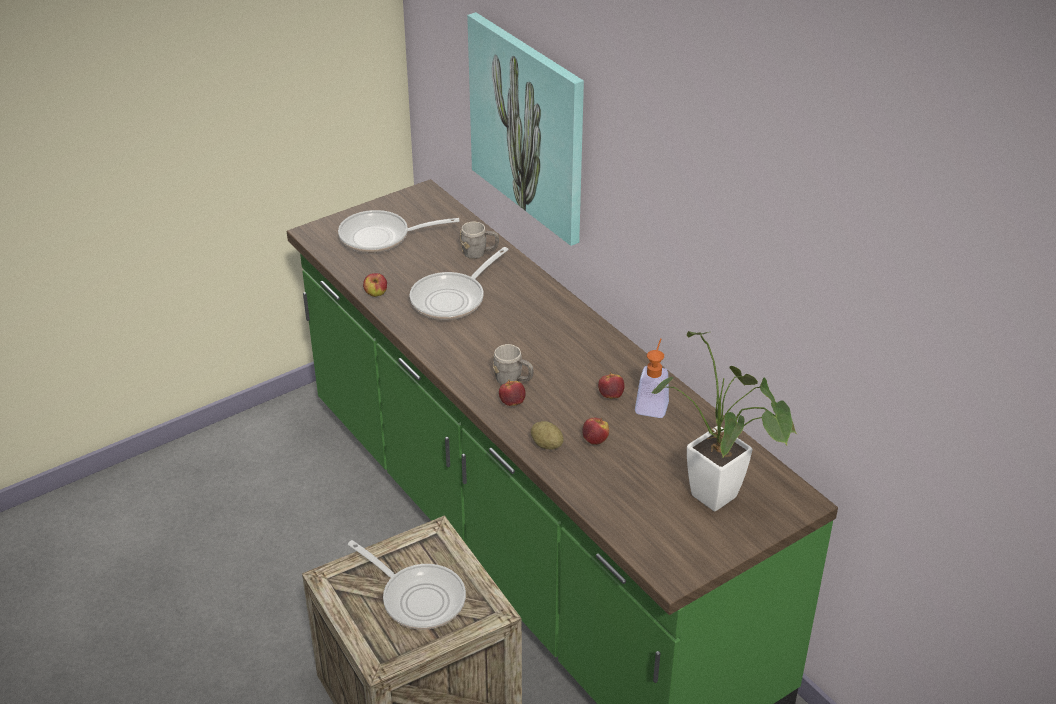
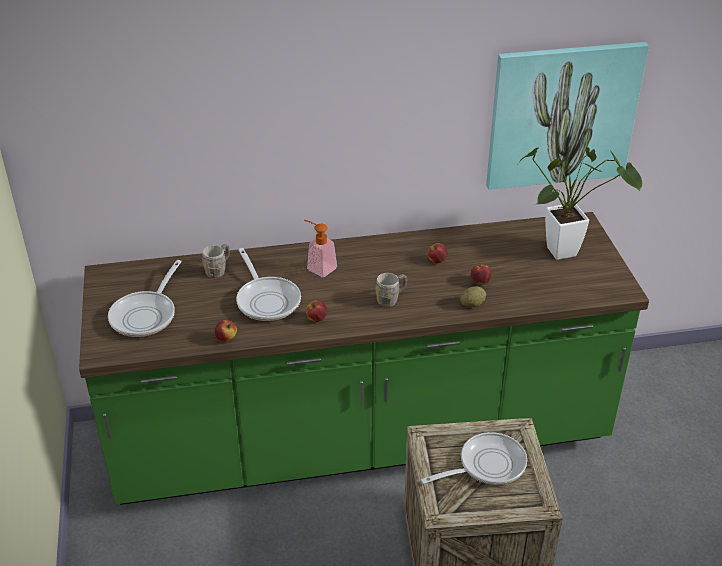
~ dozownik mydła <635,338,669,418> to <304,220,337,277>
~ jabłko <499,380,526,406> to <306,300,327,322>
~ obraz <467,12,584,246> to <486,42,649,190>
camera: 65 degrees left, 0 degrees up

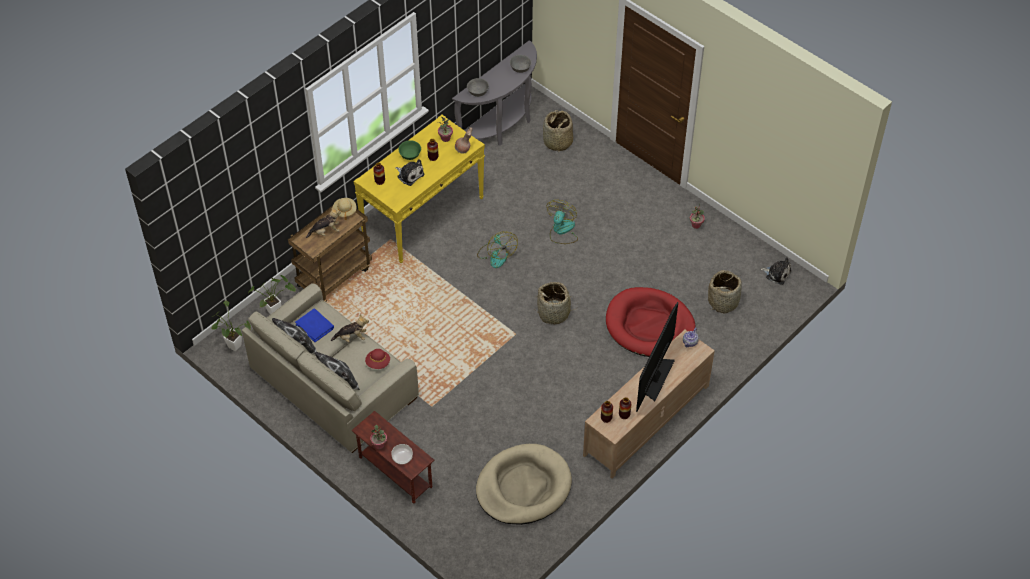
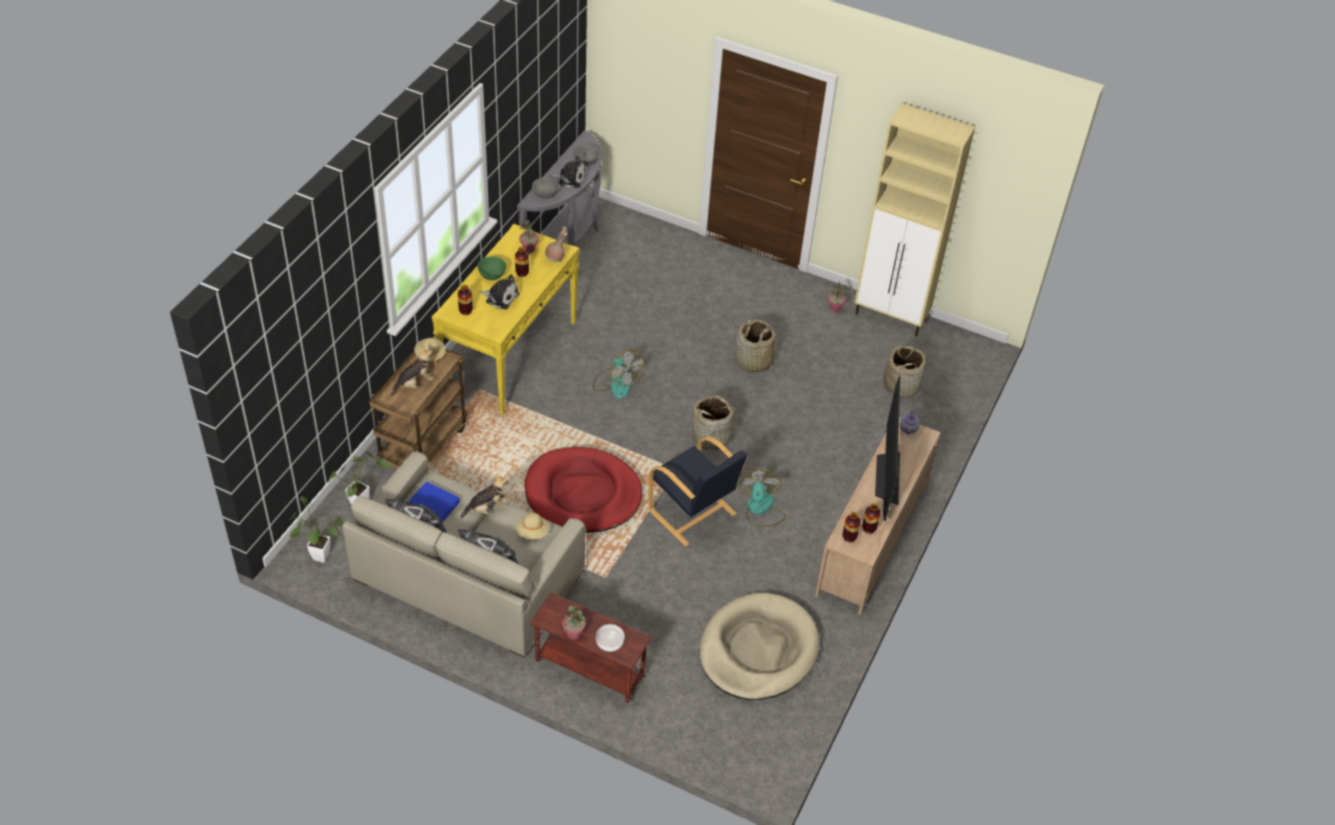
~ kapelusz/czerwony <365,349,390,369> to kapelusz/beżowy <516,513,549,539>
~ legowisko/czerwony <606,287,695,357> to <525,447,643,533>
~ pluszak <760,257,791,285> to <549,156,586,188>
+ fotel/czarny <648,437,747,546>
~ koszyk <543,110,573,152> to <735,319,775,373>
~ wentylator <546,200,578,244> to <737,468,786,527>
+ szafka/beżowy <855,103,975,336>
camera: 20 degrees left, 5 degrees down

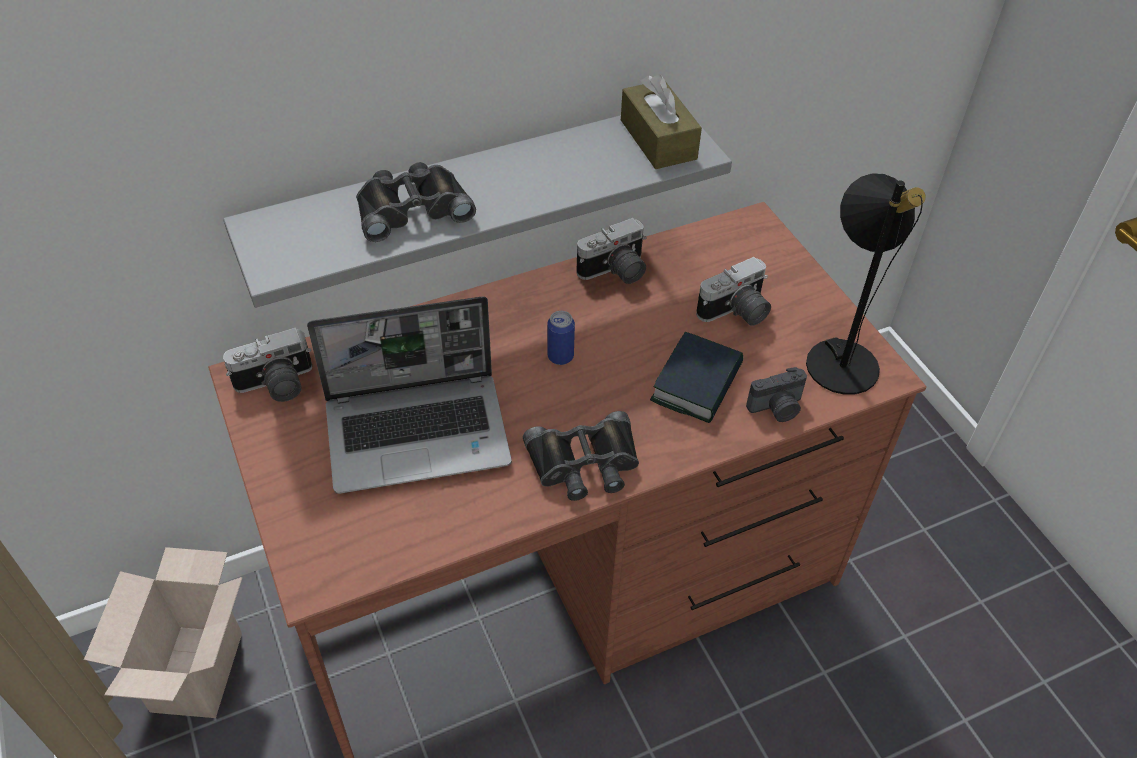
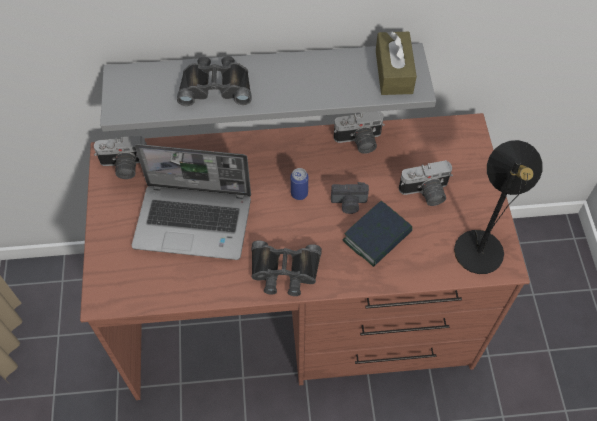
~ aparat fotograficzny <746,367,807,422> to <331,182,369,214>
- karton <84,547,242,718>
camera: 20 degrees right, 10 degrees up

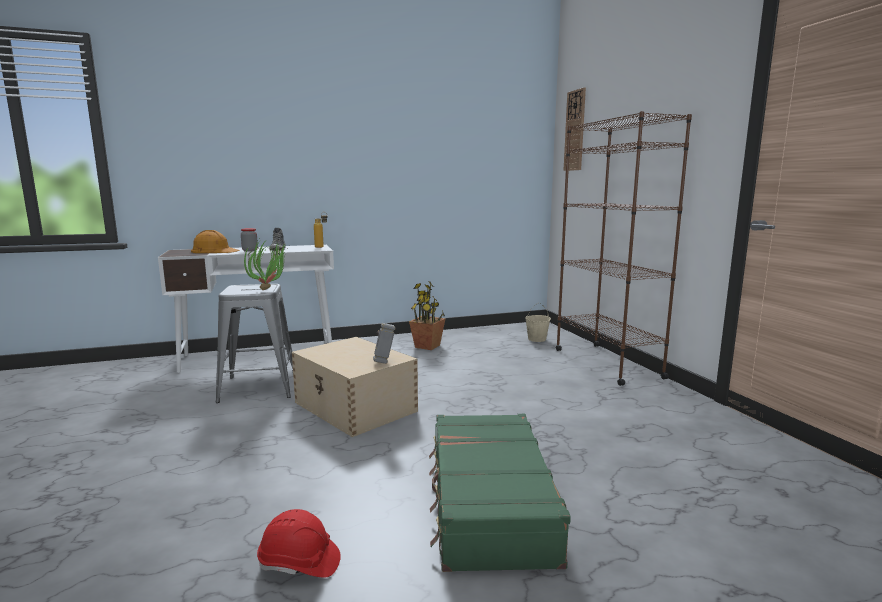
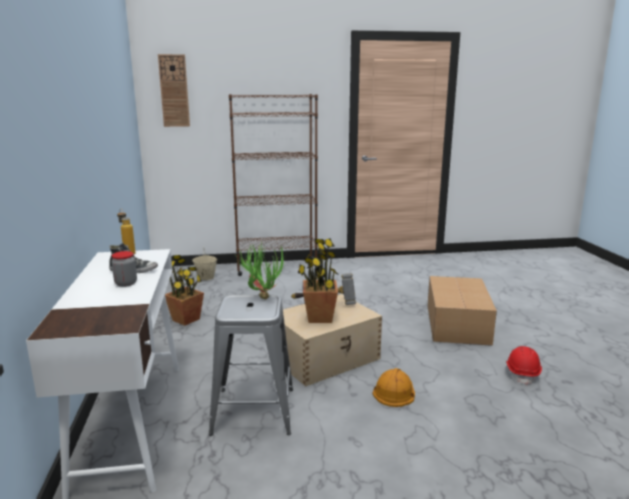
+ roślina doniczkowa <298,238,338,323>
~ kask/pomarańczowy <191,230,240,253> to <372,368,415,407>
~ walizka/zielony <429,414,571,572> to karton <427,276,497,346>
camera: 80 degrees left, 5 degrees up

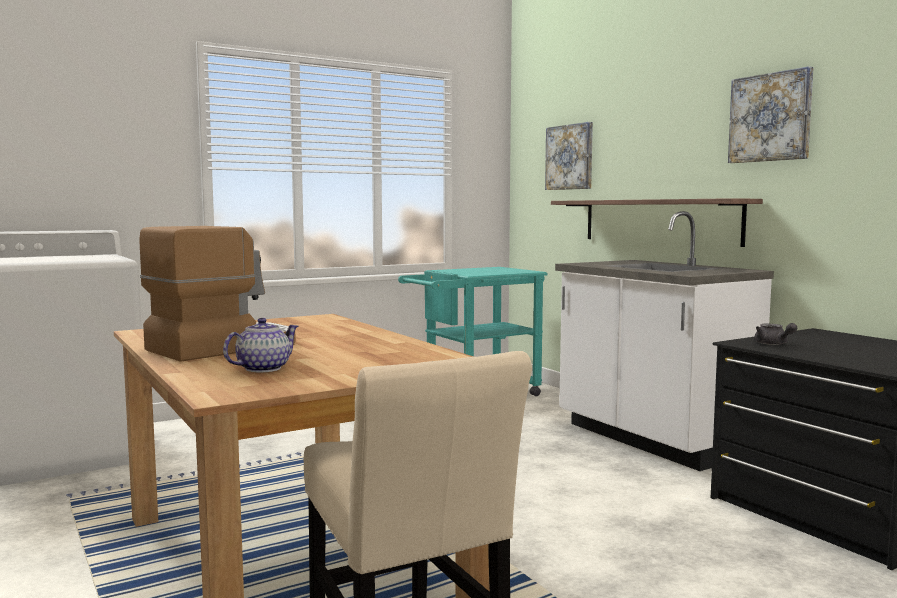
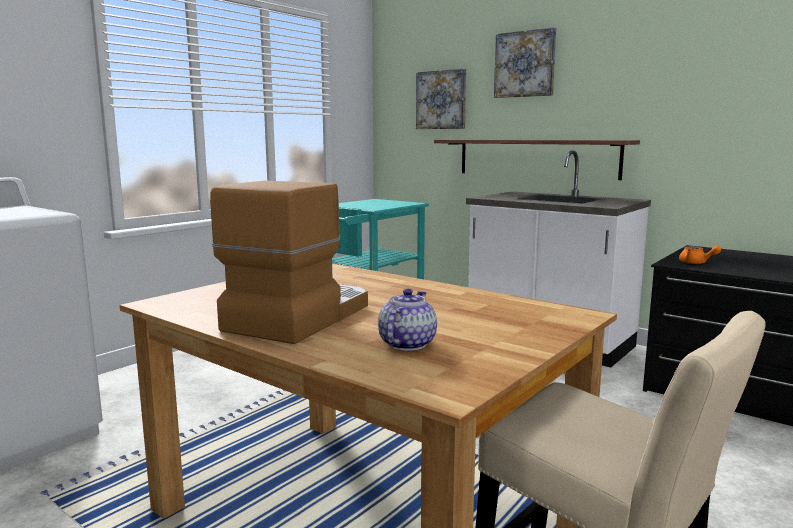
~ obraz <728,66,814,163> to <494,27,556,98>
~ imbryk/szary <754,323,797,345> to imbryk/pomarańczowy <679,246,721,264>
camera: 20 degrees left, 5 degrees up

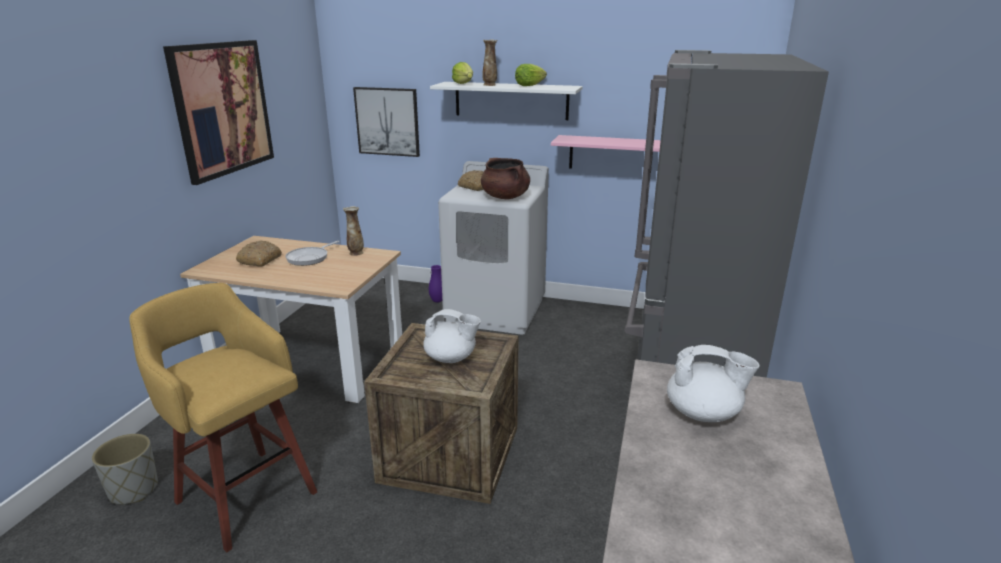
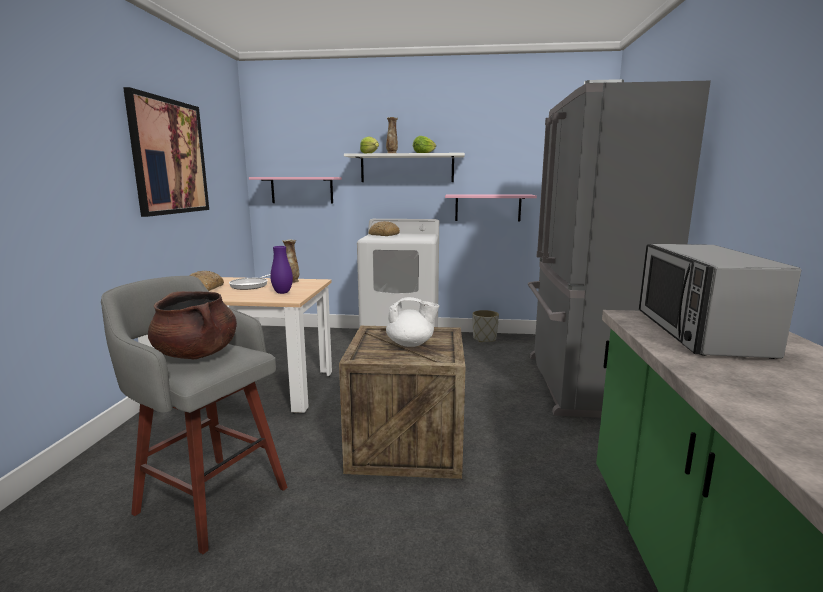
~ stołek/żółty <129,283,317,552> to stołek/szary <101,276,288,554>
~ garnek/brązowy <481,158,530,200> to <148,291,237,360>
~ obraz <353,87,420,157> to półka/różowy <249,177,342,203>
~ wazon/fioletowy <429,265,442,302> to <270,246,293,294>
~ donica/szary <92,434,158,504> to <473,310,499,342>
~ imbryk/biały <667,345,759,422> to mikrofalówka <639,244,801,359>
camera: 10 degrees left, 10 degrees down

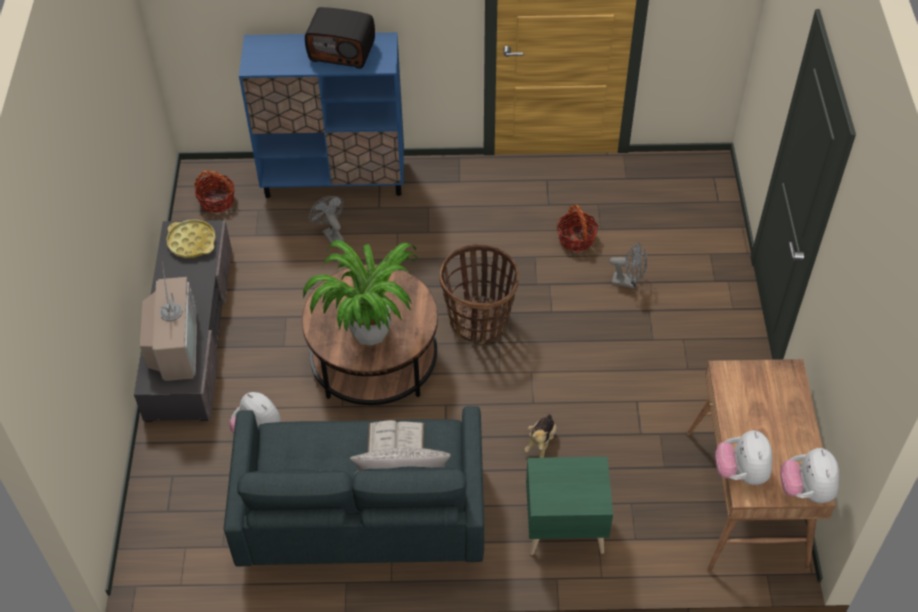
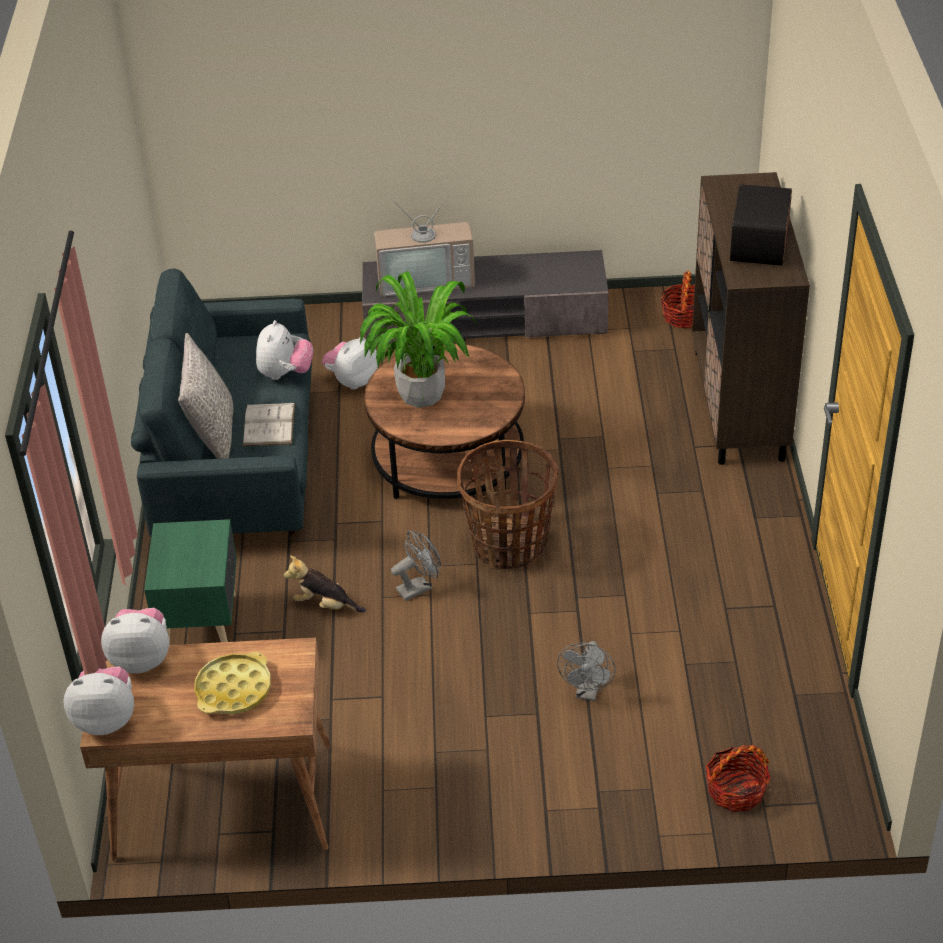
~ taca/żółty <166,219,216,258> to <194,652,271,714>
+ pluszak <256,320,313,380>
~ wentylator/szary <308,196,344,243> to <391,530,441,601>
~ szafka/niebieski <239,32,404,198> to szafka/brązowy <692,172,810,465>
~ koszyk <557,205,598,252> to <706,745,771,812>
camera: 90 degrees right, 10 degrees down

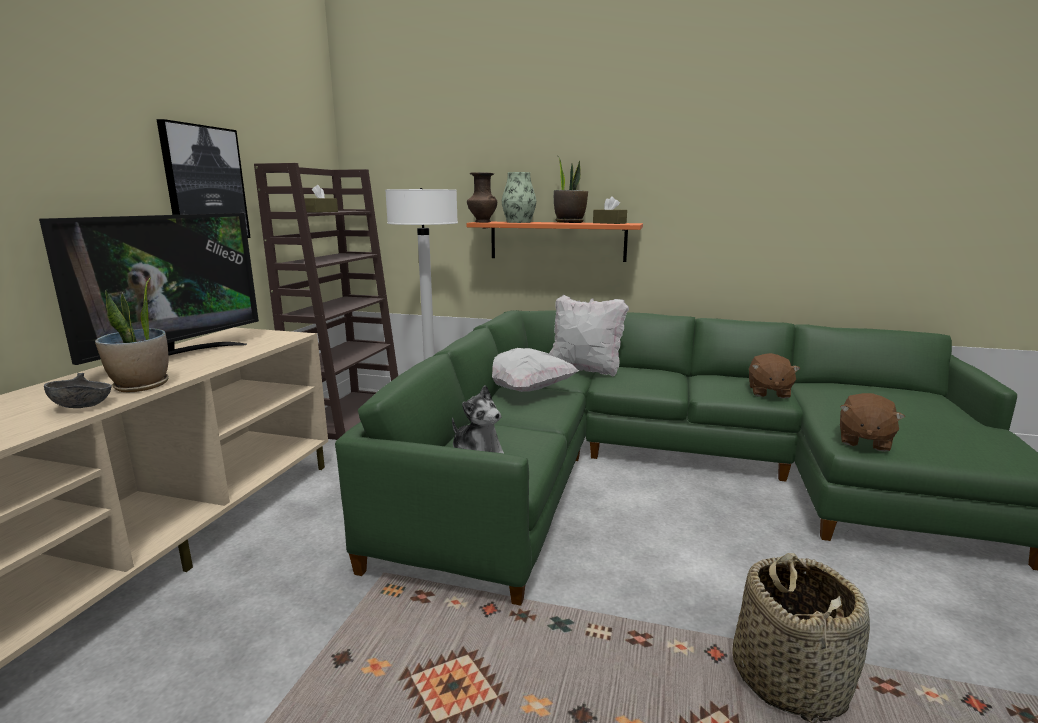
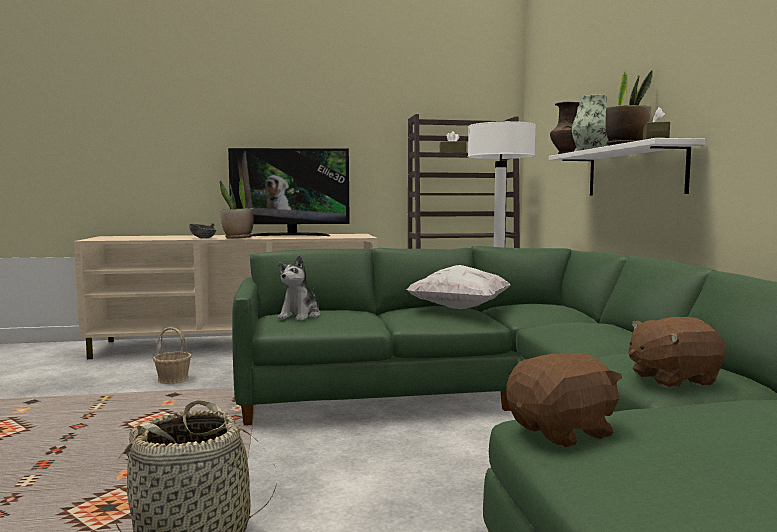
+ koszyk <153,327,192,384>
~ pluszak/brązowy <840,393,905,452> = <506,353,622,447> 150 degrees clockwise
~ półka/pomarańczowy <466,222,643,262> to półka/biały <549,138,705,195>
- obraz <157,119,251,238>
- poduszka/biały <549,295,629,376>
camera: 65 degrees right, 10 degrees down

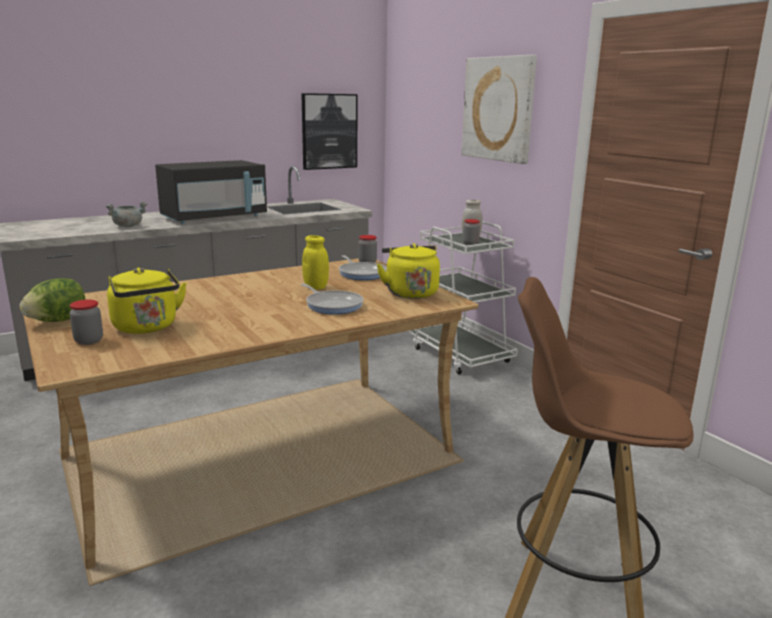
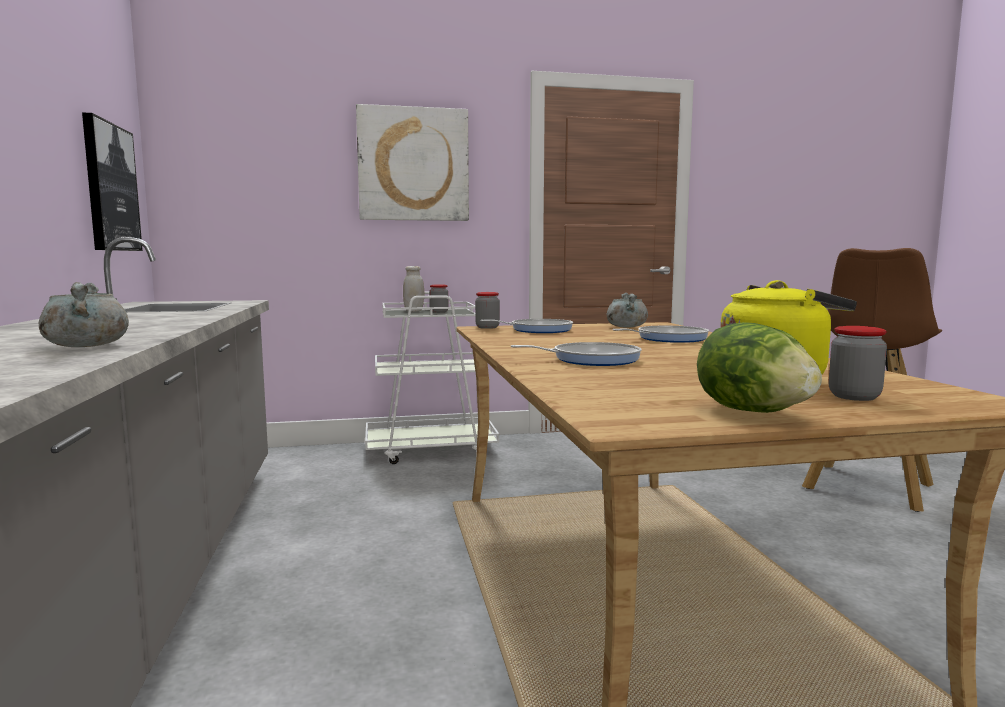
+ patelnia <510,342,642,366>
~ czajnik/żółty <377,243,440,299> to garnek/szary <607,293,648,328>
- mikrofalówka/czarny <155,160,267,224>
- słoik/żółty <302,235,329,289>
camera: 70 degrees left, 10 degrees down

